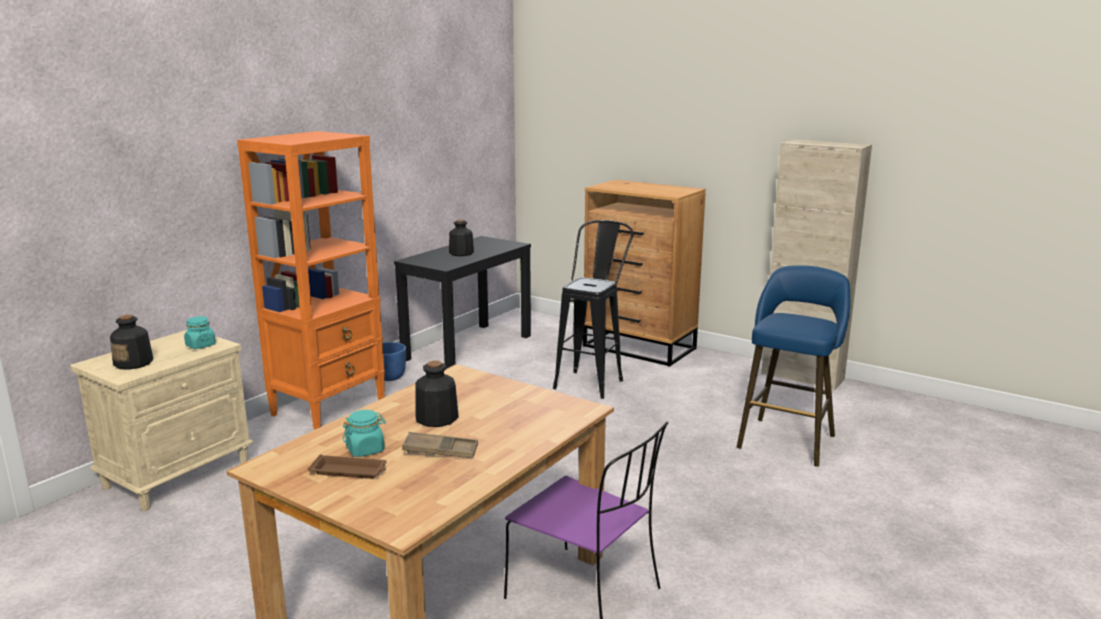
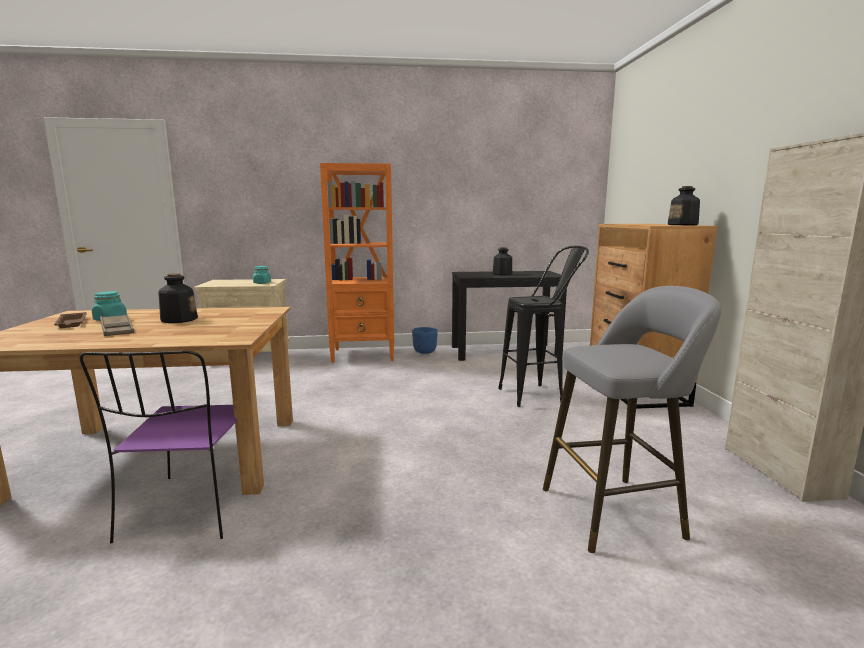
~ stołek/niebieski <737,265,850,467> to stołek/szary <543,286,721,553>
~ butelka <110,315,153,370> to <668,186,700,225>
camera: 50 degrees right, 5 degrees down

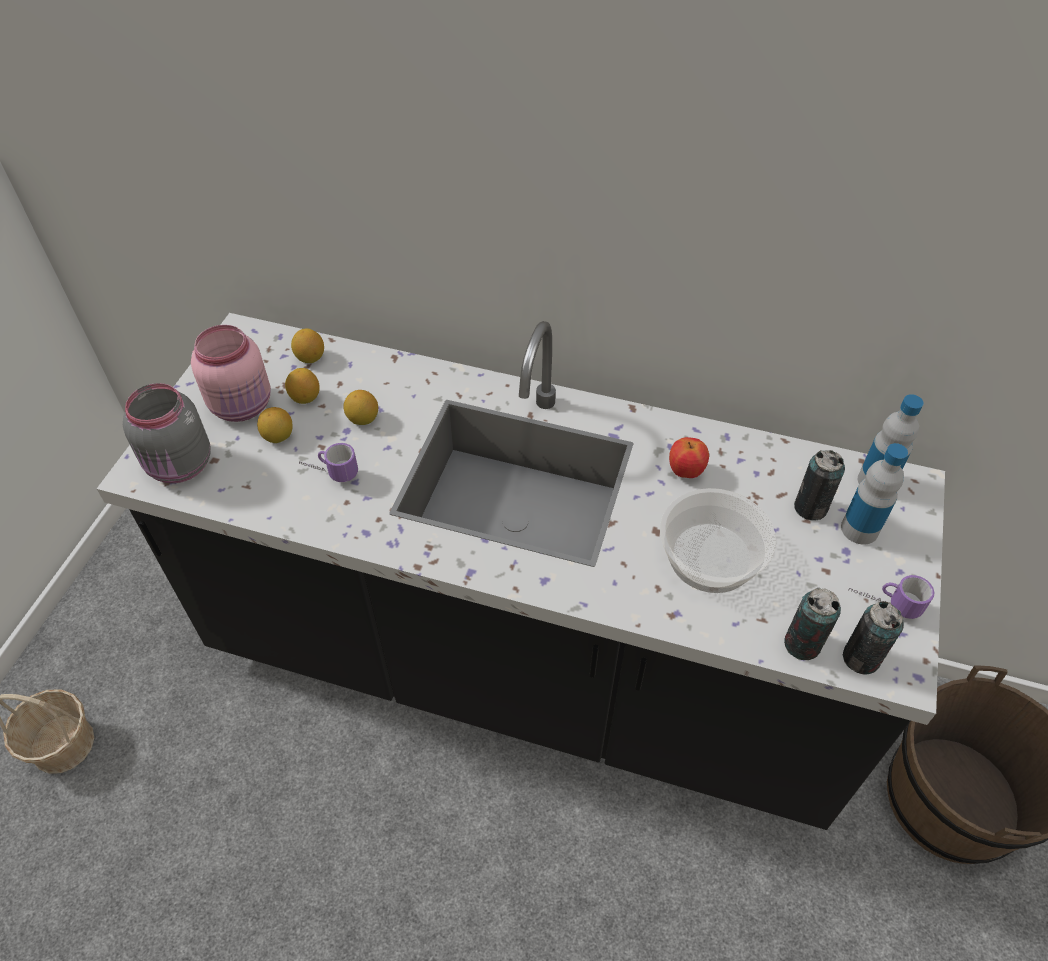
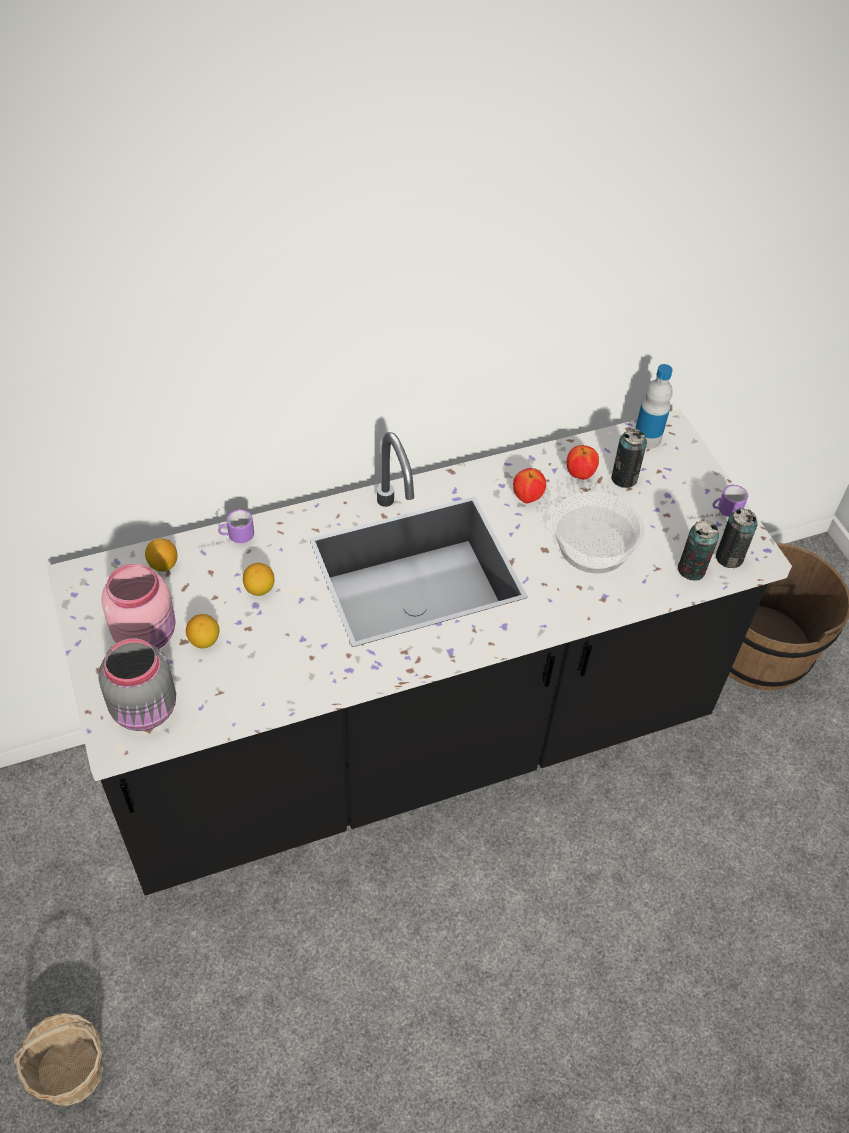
~ kubek <299,443,358,482> to <198,509,254,549>
+ jabłko <567,445,599,480>
- cytryna <285,368,320,404>
- butelka <841,443,908,545>
camera: 40 degrees left, 0 degrees up

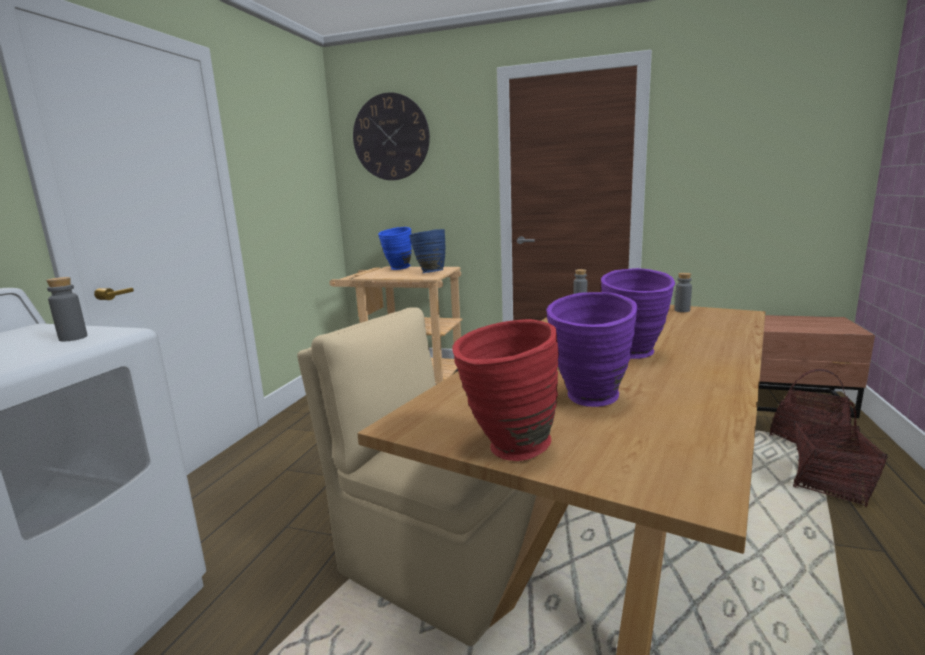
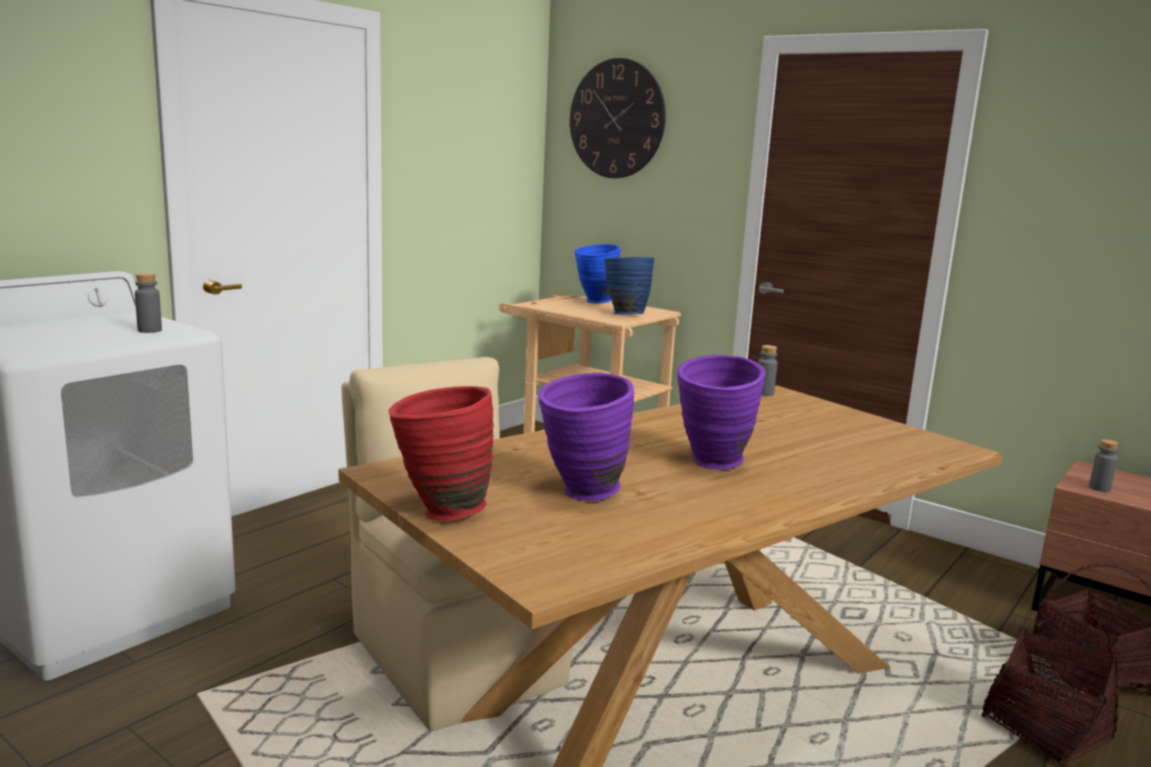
~ butelka/szary <674,273,692,312> to <1089,439,1119,492>
camera: 20 degrees right, 0 degrees up

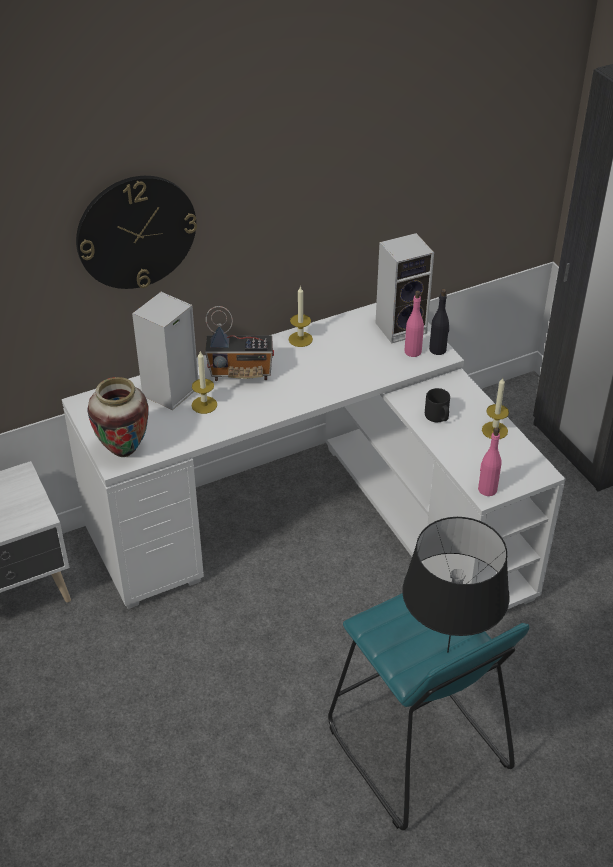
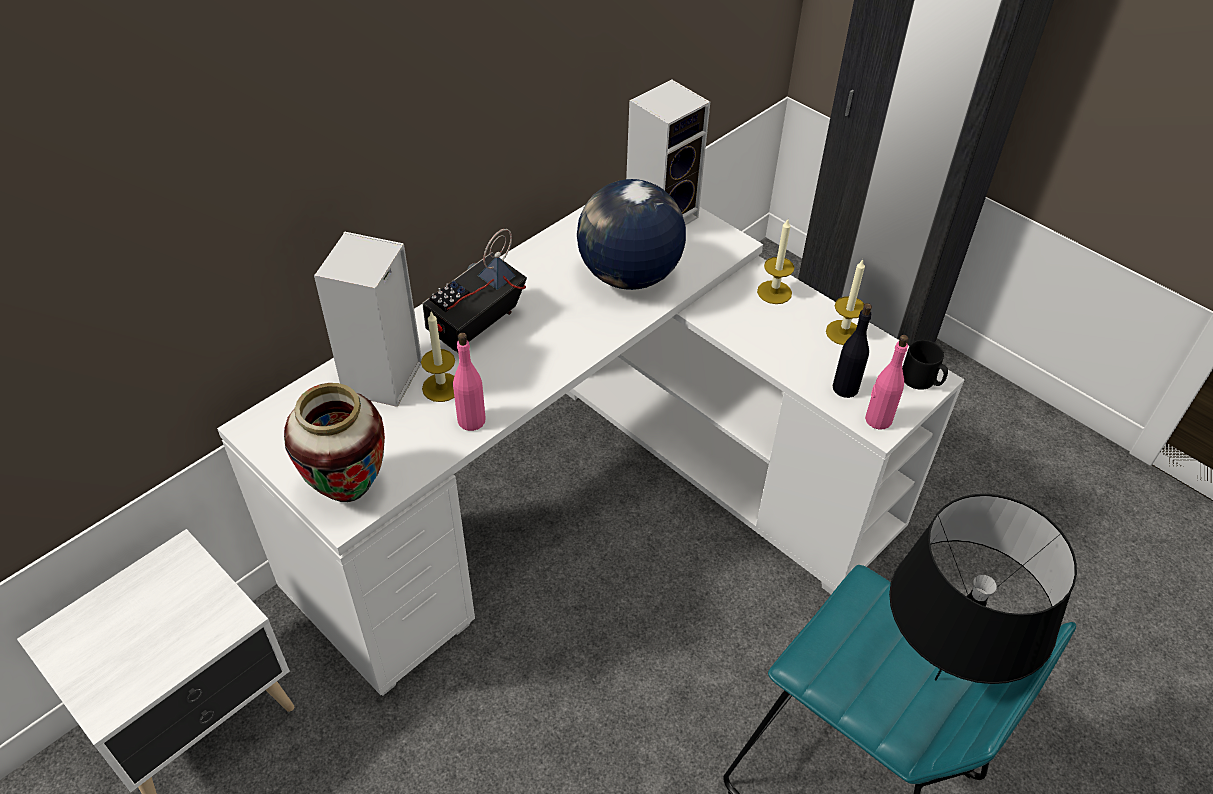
~ radio <205,306,274,381> = <422,229,527,353> 150 degrees clockwise
~ butelka/różowy <404,291,424,357> to <453,333,486,431>
+ globus <577,179,686,290>
~ świeca <289,286,313,347> to <757,219,794,304>
~ butelka/czarny <429,289,449,355> to <833,303,872,398>
~ kubek/czarny <425,388,450,422> to <902,340,948,390>
- zegar ścienny <76,176,197,289>
camera: 20 degrees left, 5 degrees up

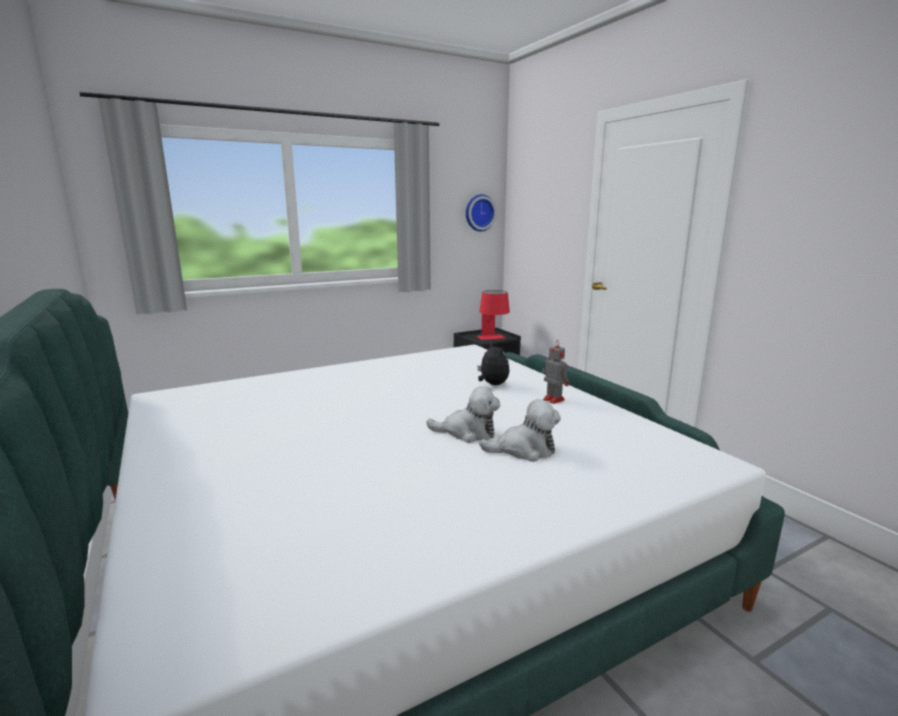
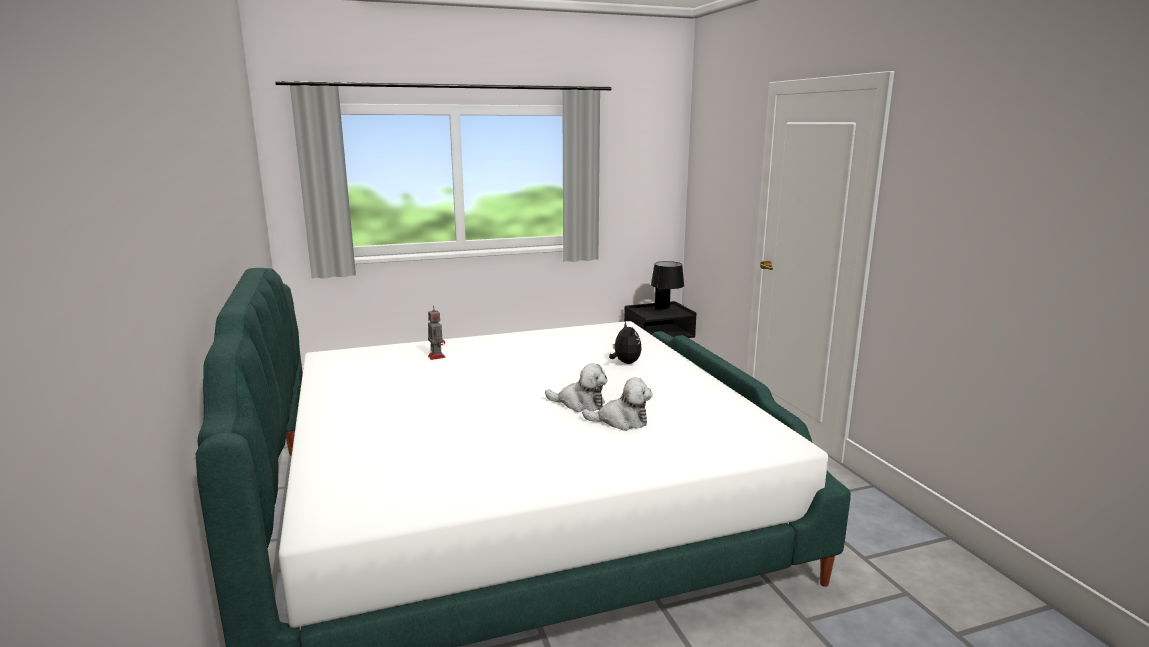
~ robot zabawkowy <542,341,570,404> to <428,305,446,360>
~ lampa stołowa/czerwony <477,290,510,340> to lampa stołowa/czarny <649,261,684,315>
- zegar ścienny <466,194,497,232>
camera: 10 degrees right, 0 degrees up

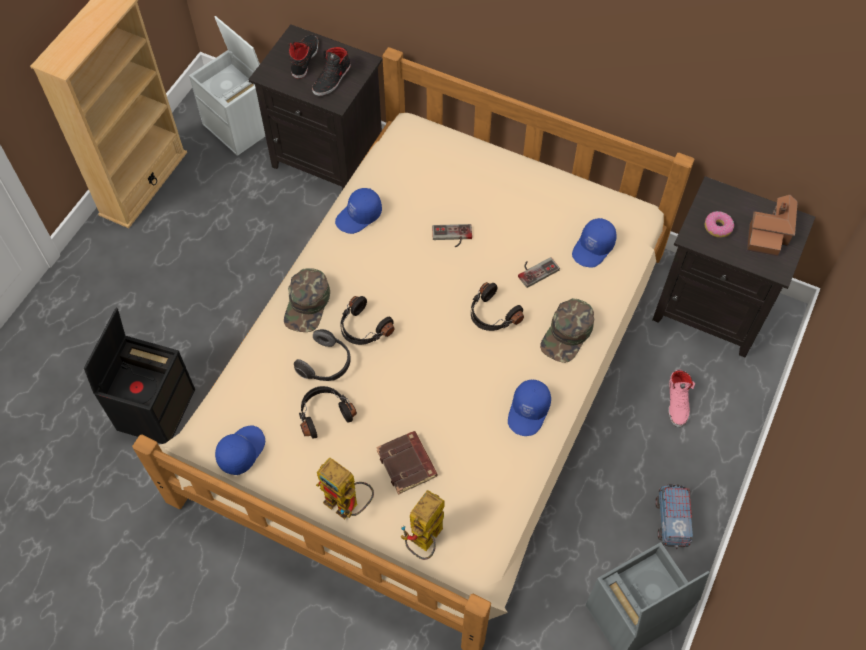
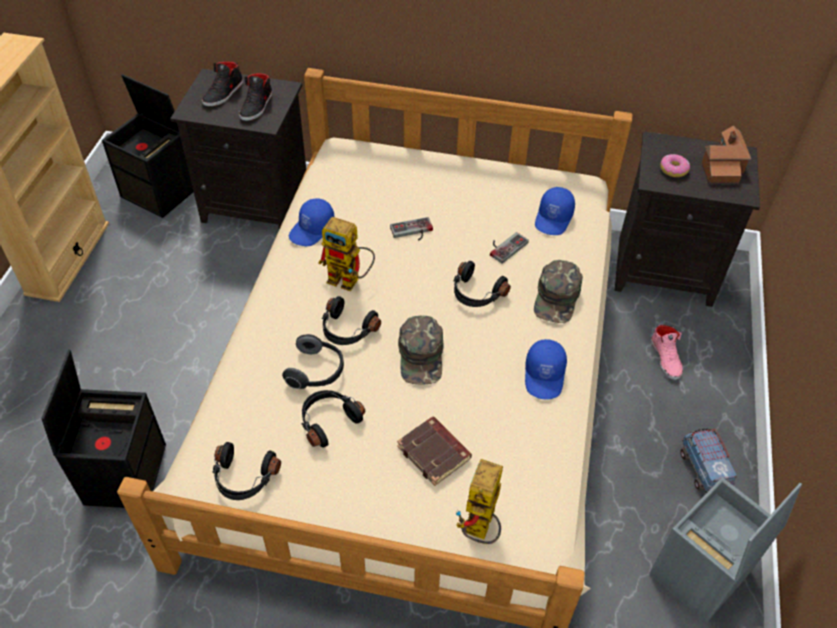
~ pojemnik do przechowywania/biały <189,16,265,156> to pojemnik do przechowywania/czarny <102,74,193,218>
~ but/czarny <288,35,318,79> = <202,61,243,107> 150 degrees counterclockwise
~ czapka z daszkiem/niebieski <215,425,265,475> to słuchawki/czarny <212,442,281,500>
~ robot zabawkowy <316,458,374,519> to <318,217,375,291>
~ czapka z daszkiem/zielony <284,268,330,332> to <398,315,444,384>
camera: 15 degrees left, 10 degrees down

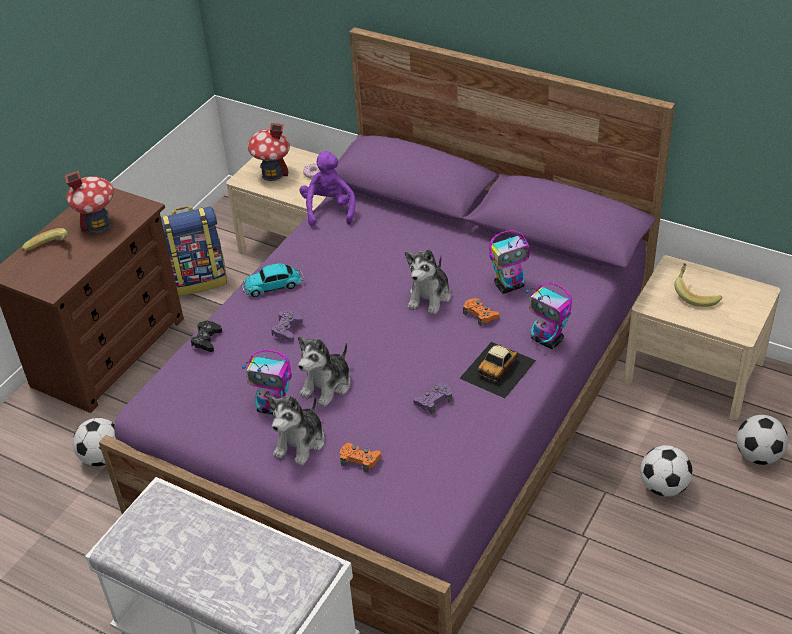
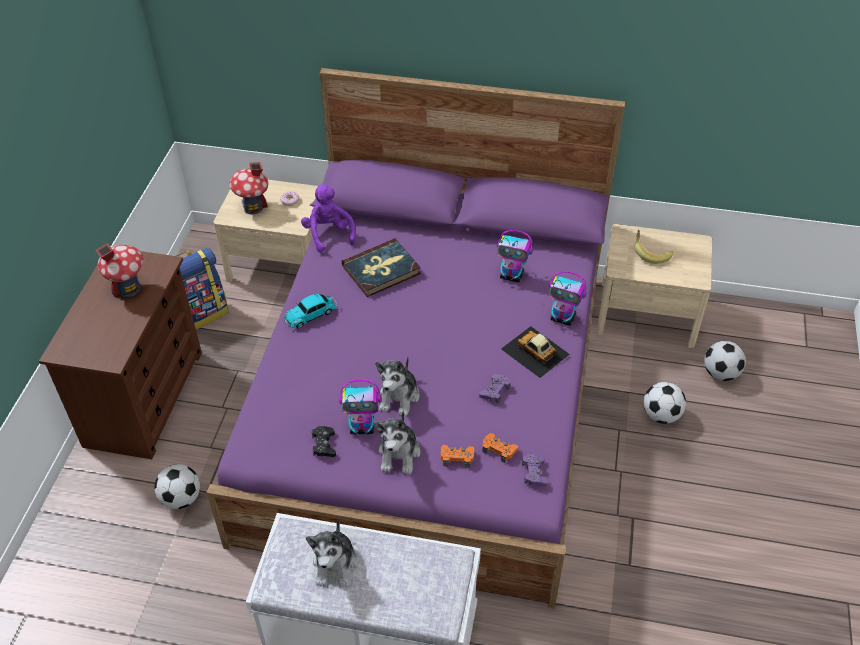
~ pluszak <405,249,451,314> to <306,517,358,588>
~ pad do gier/czarny <190,321,222,352> to <312,426,336,457>
+ książka <342,238,421,297>
~ pad do gier/pomarańczowy <463,298,499,326> to <482,433,518,463>
~ robot zabawkowy <489,230,529,294> = <497,230,533,283> 60 degrees clockwise
~ samochodzik <459,342,536,398> = <501,326,570,378> 120 degrees clockwise
~ pad do gier/fioletowy <271,310,303,342> to <522,454,548,487>
- banan <22,228,68,252>
camera: 20 degrees left, 5 degrees up

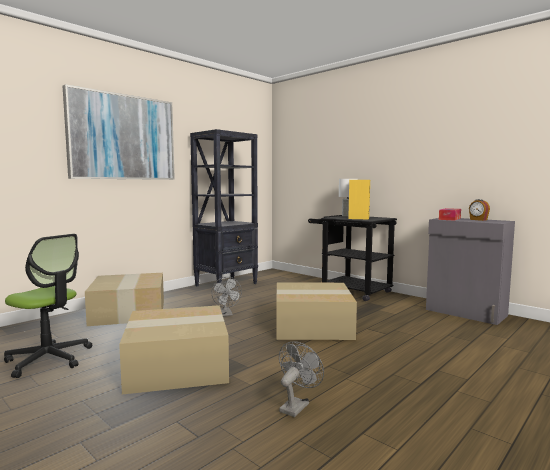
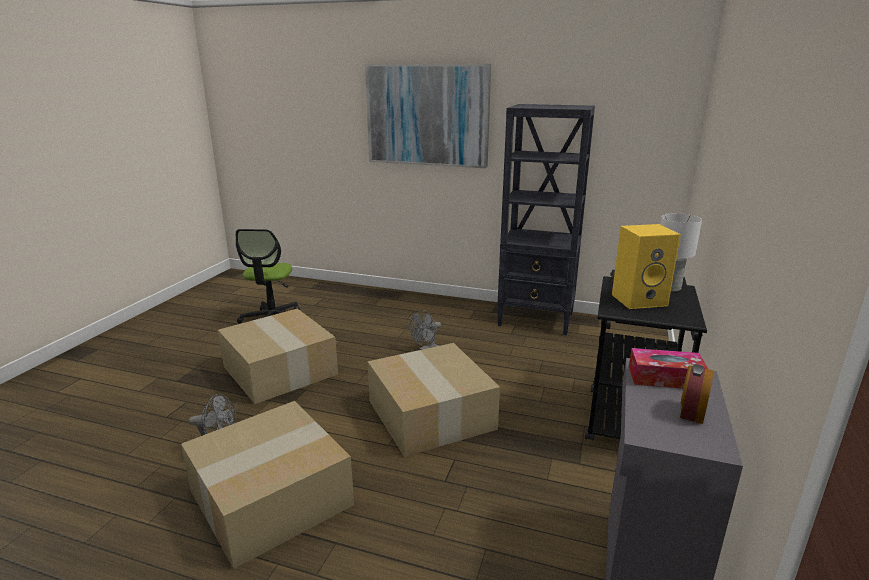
~ karton <85,273,164,326> to <181,401,354,569>
camera: 65 degrees right, 15 degrees up

